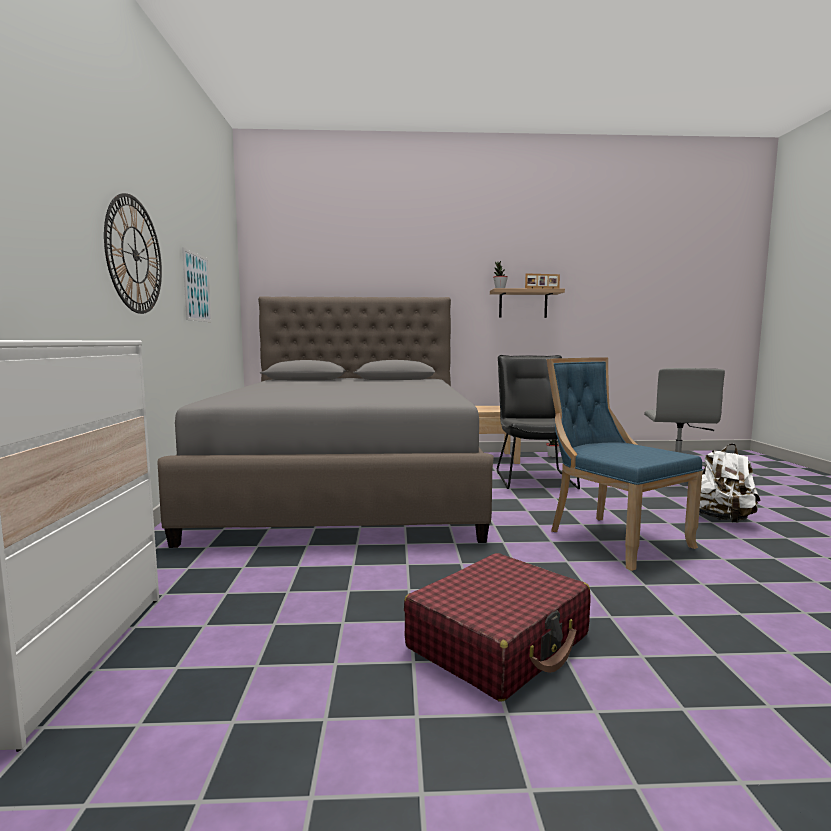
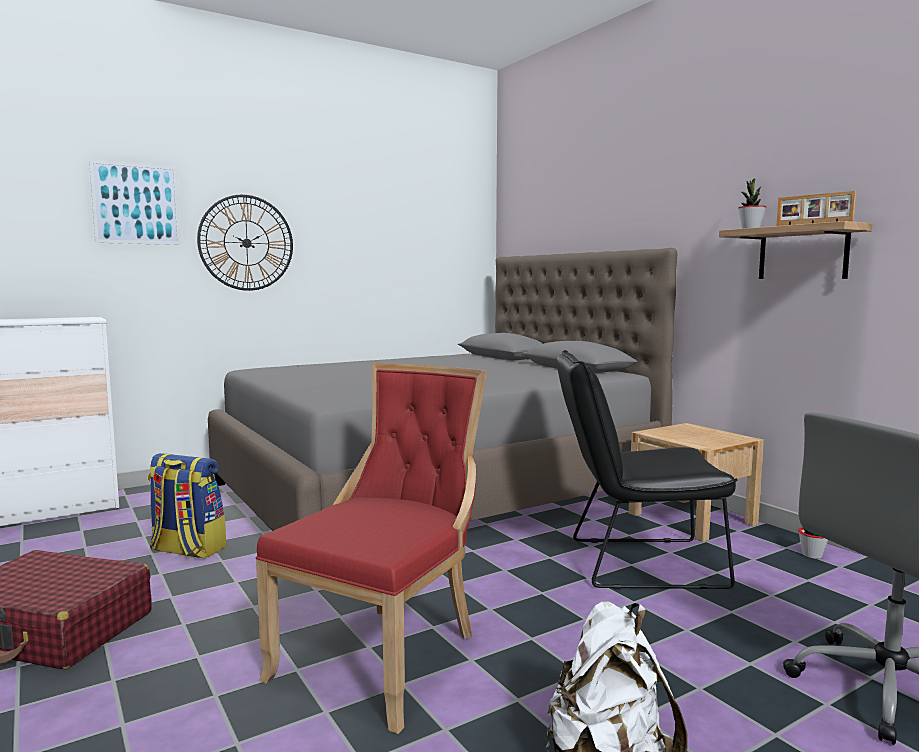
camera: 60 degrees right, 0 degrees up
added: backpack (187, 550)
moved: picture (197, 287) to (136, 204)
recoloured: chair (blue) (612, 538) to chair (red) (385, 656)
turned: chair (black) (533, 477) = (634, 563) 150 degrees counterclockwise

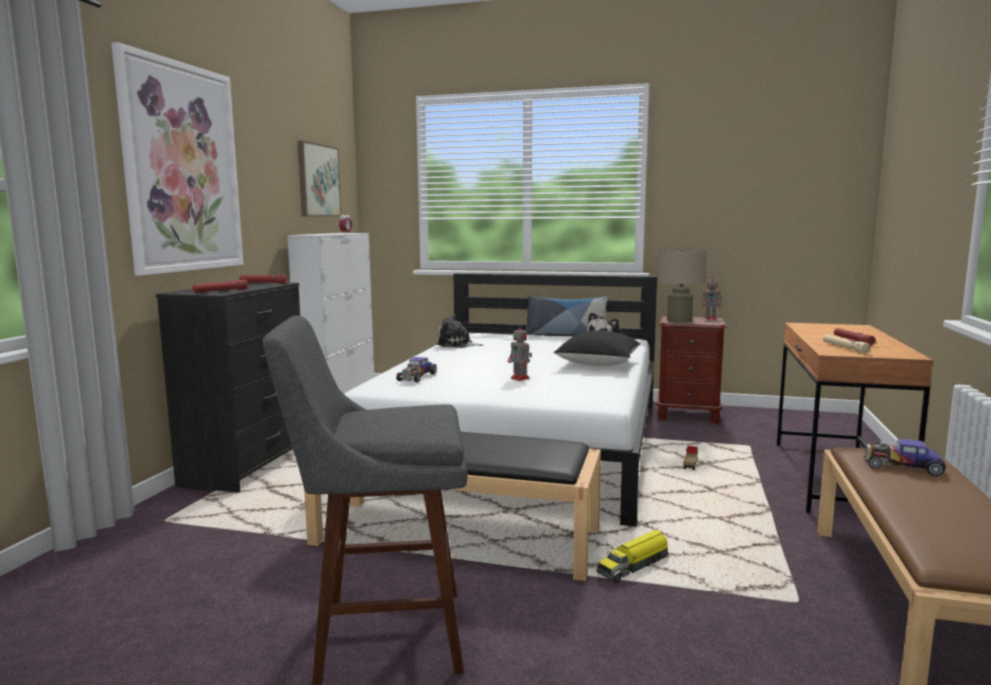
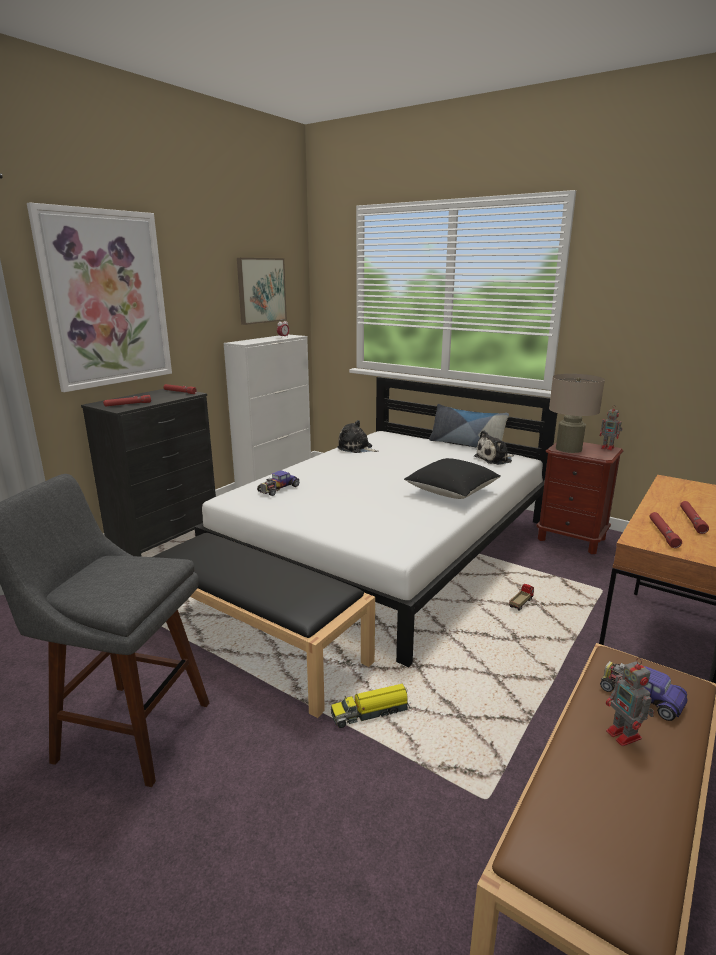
camera: 20 degrees right, 10 degrees up
moved: toy robot (520, 378) to (625, 736)
recoloured: flashlight (beige) (844, 348) to flashlight (red) (663, 533)

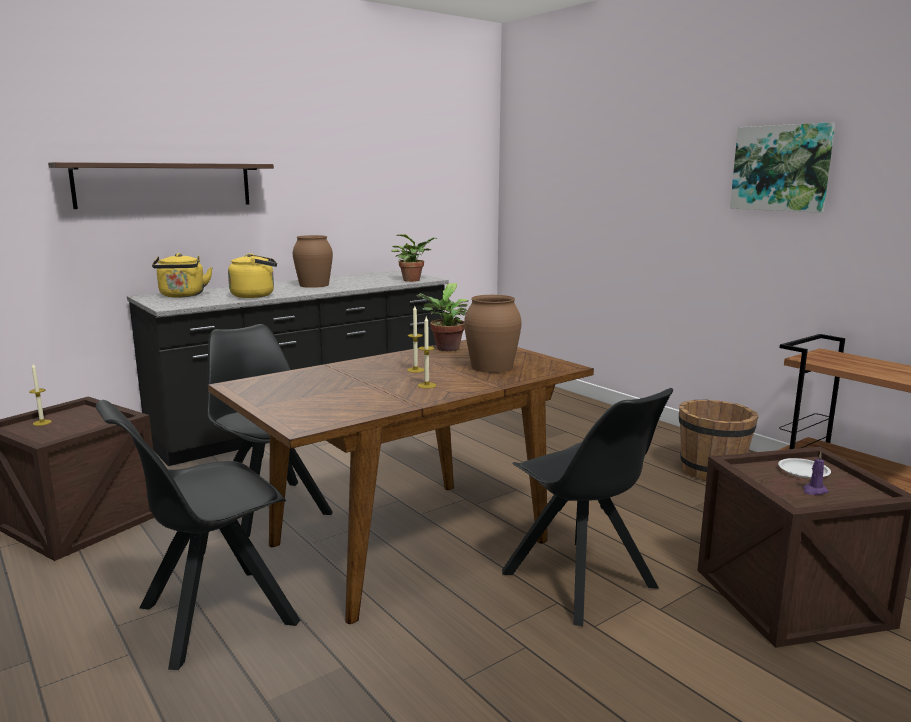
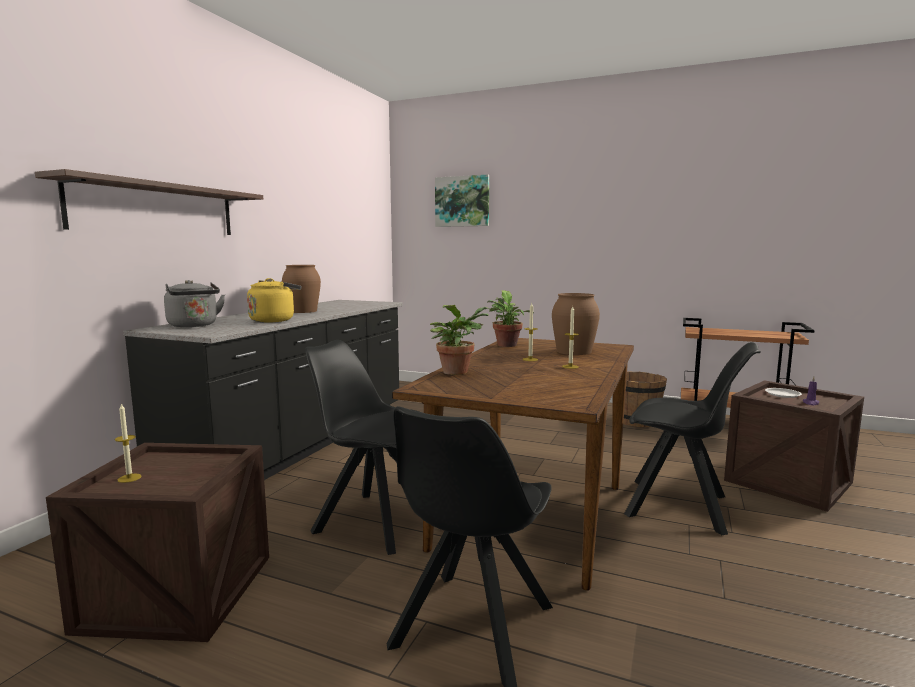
camera: 30 degrees left, 5 degrees down
moved: potted plant (413, 280) to (457, 371); picture (781, 168) to (462, 201)
recoloured: kettle (yellow) (182, 296) to kettle (grey) (194, 325)

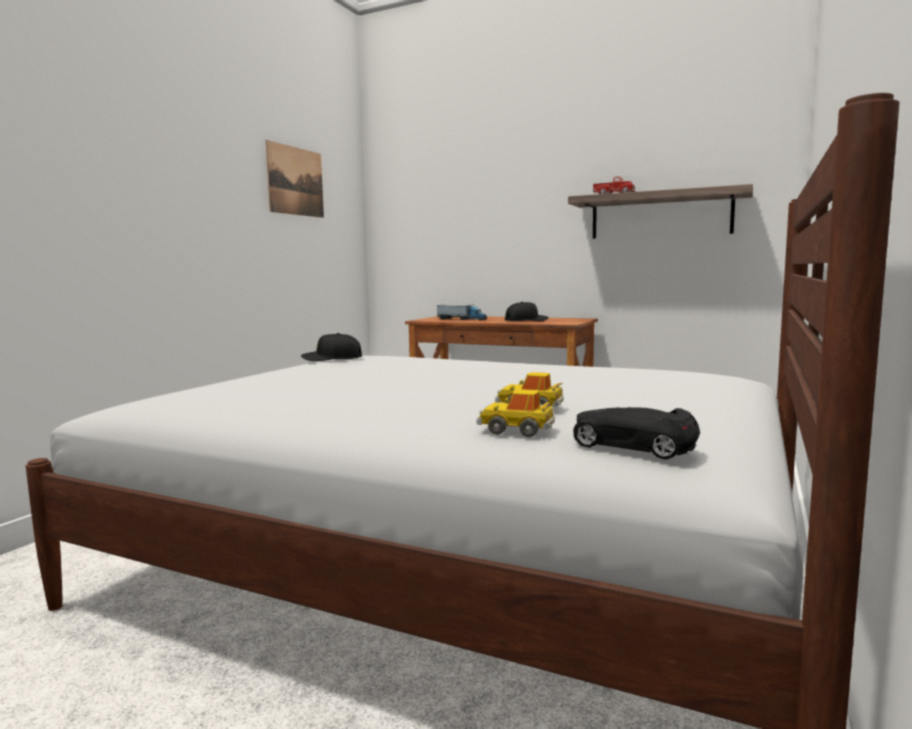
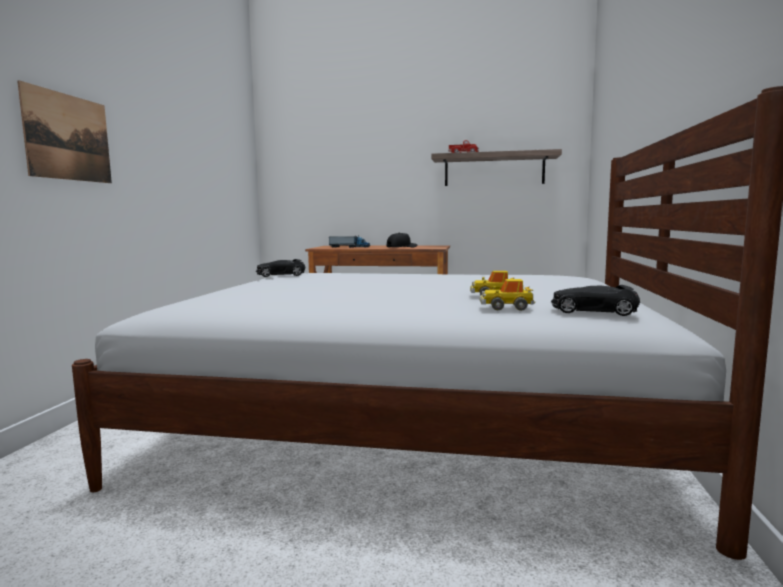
camera: 15 degrees left, 0 degrees up
moved: picture (295, 181) to (68, 137)
replaced: cap (black) (332, 358) to toy car (black) (281, 275)

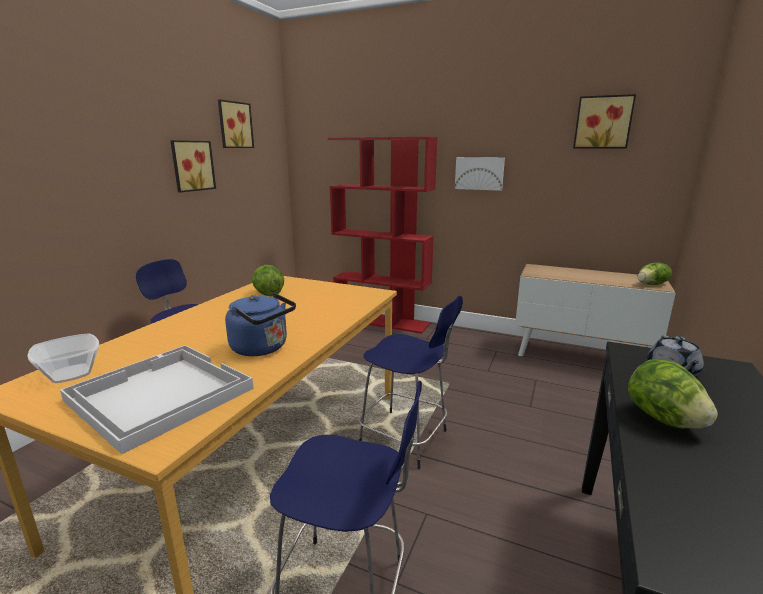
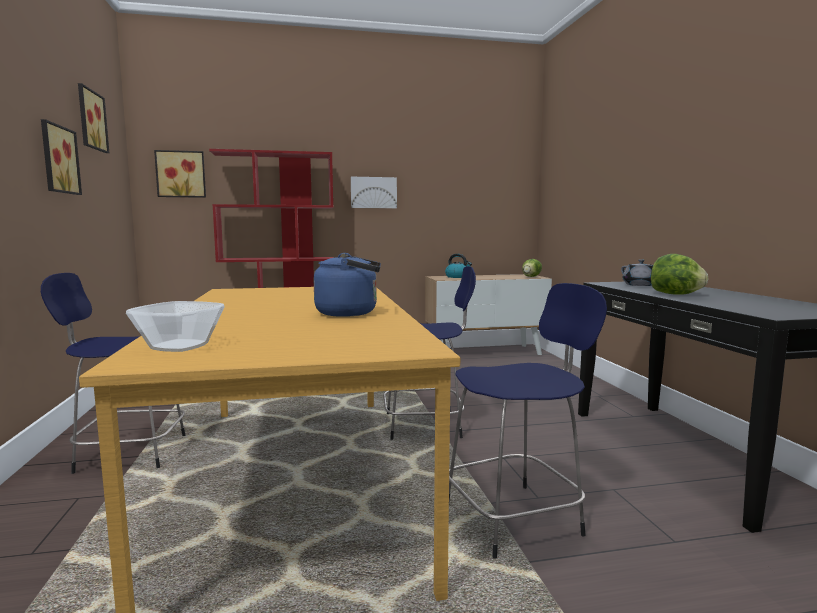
camera: 35 degrees left, 10 degrees down
removed: tray (white) (158, 395); lettuce (268, 294)
added: kettle (458, 277)
moved: picture (603, 122) to (181, 174)

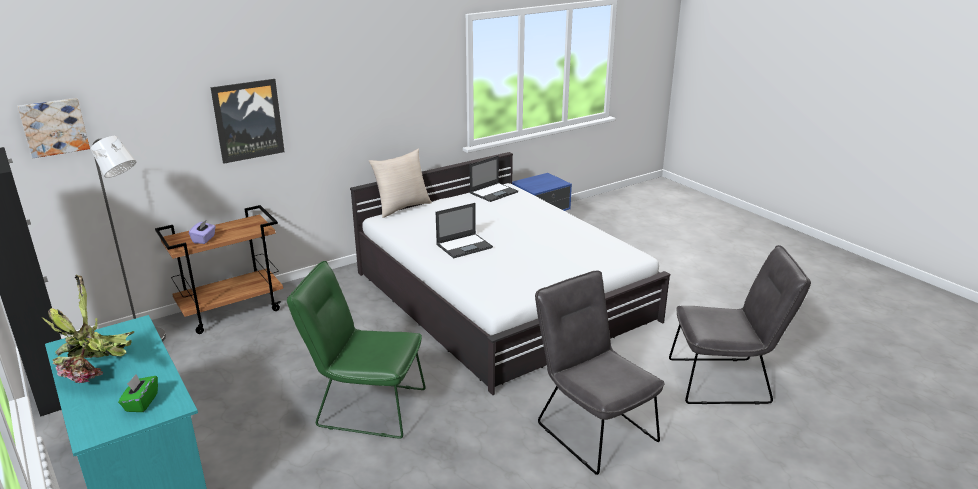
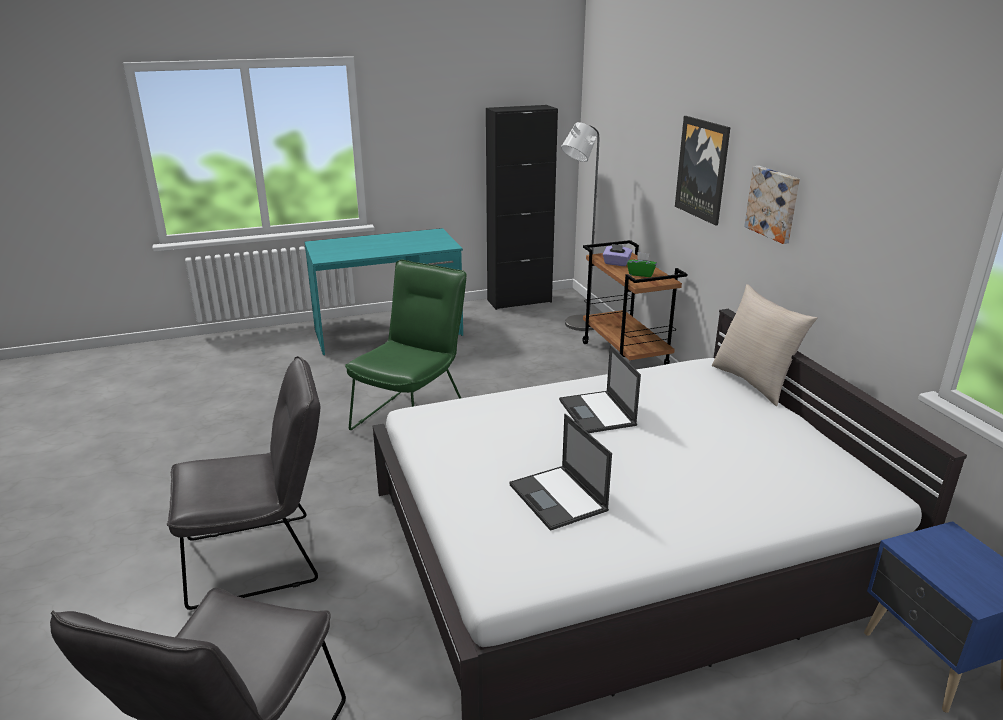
camera: 105 degrees right, 0 degrees up
removed: potted plant (100, 373)
moved: laptop (494, 192) to (559, 498); tissue box (green) (141, 403) to (641, 274); picture (54, 127) to (773, 203)

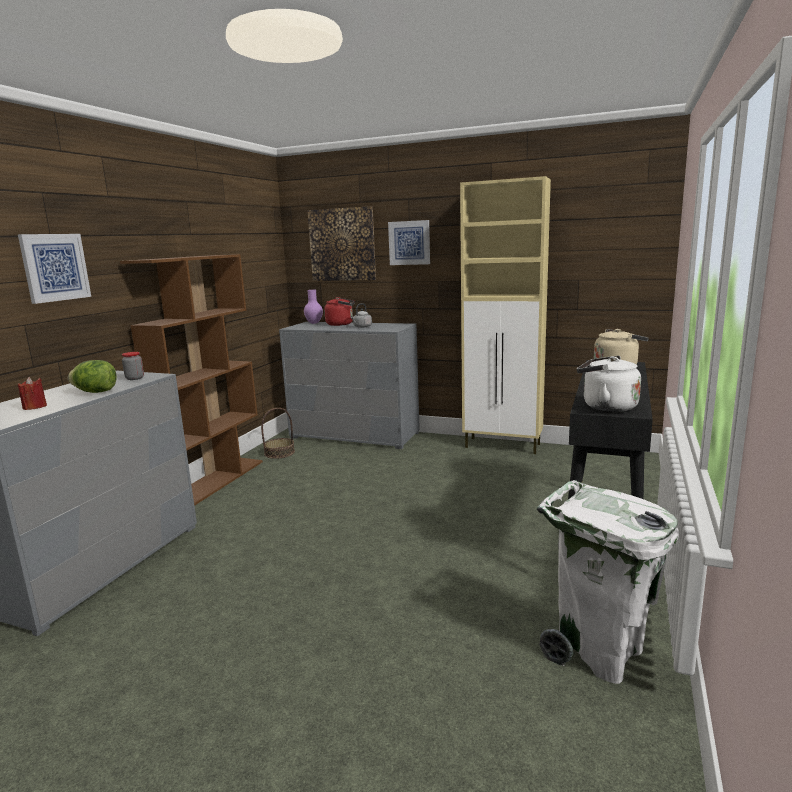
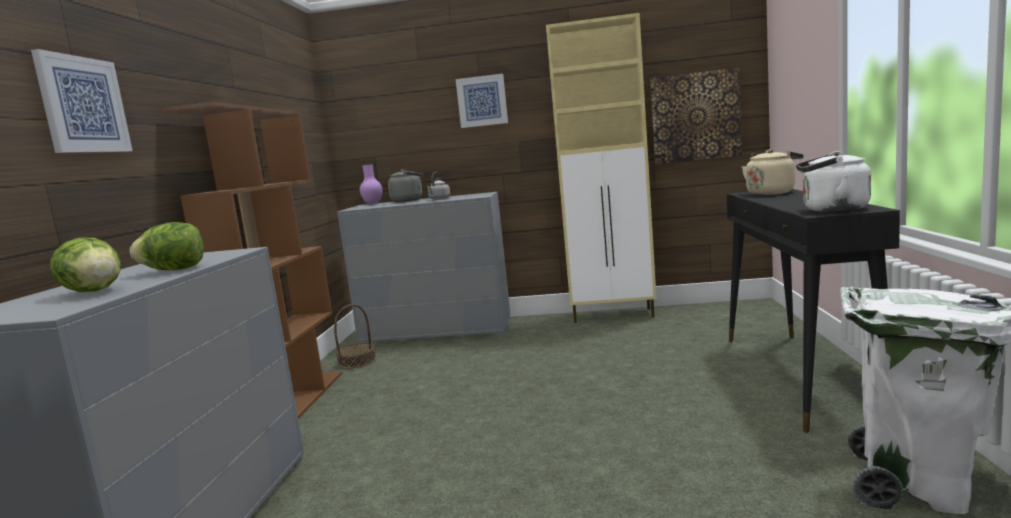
camera: 15 degrees left, 5 degrees down
removed: jar (134, 378)
moved: picture (342, 244) to (695, 117)
replaced: candle (red) (35, 407) to lettuce (94, 291)
recoloured: kettle (red) (341, 324) to kettle (grey) (409, 201)

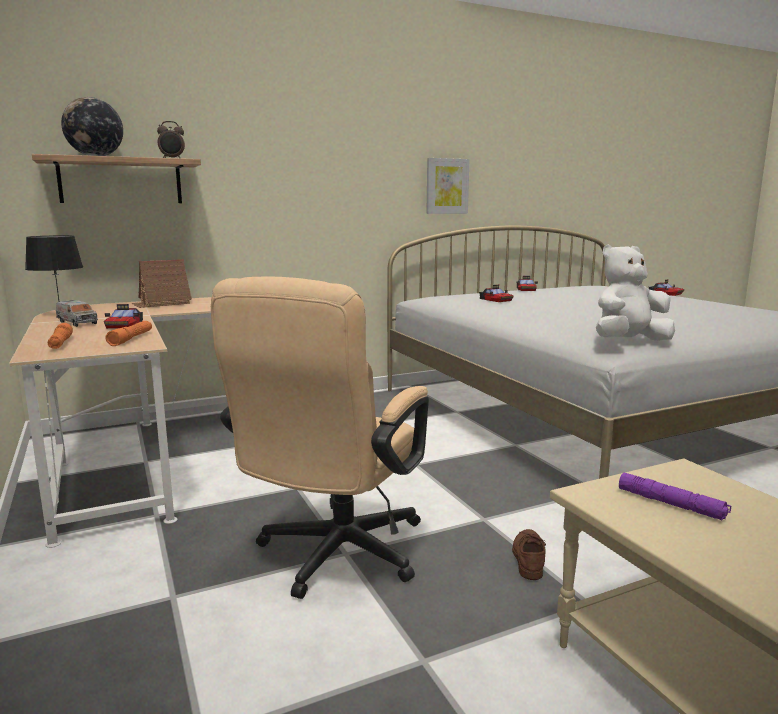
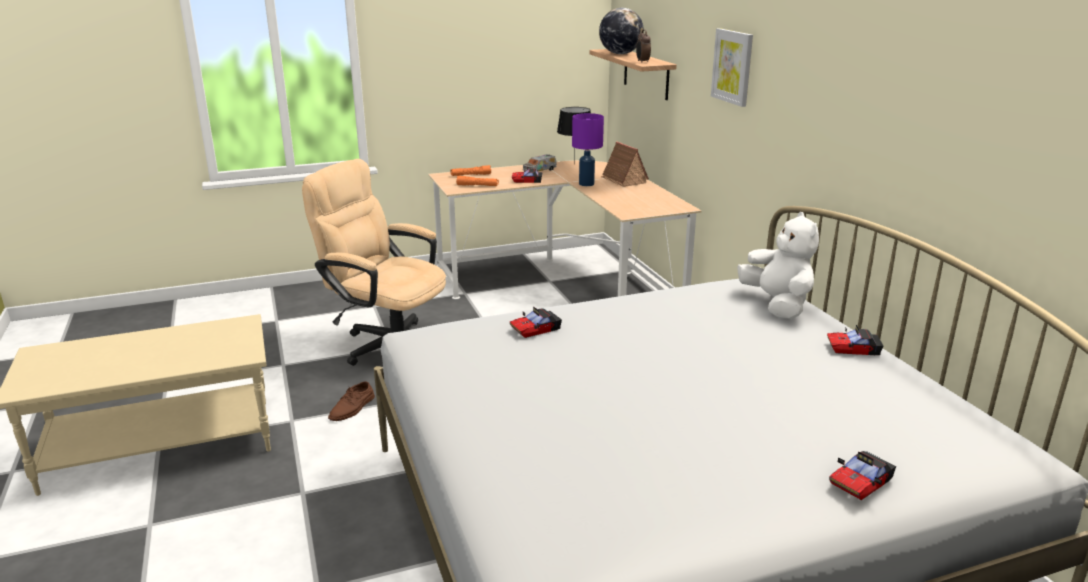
camera: 95 degrees right, 10 degrees up
removed: flashlight (purple) (671, 504)
added: table lamp (purple) (587, 184)
moved: toy car (495, 300) to (535, 329); picture (447, 186) to (733, 66); plush toy (white) (628, 342) to (777, 305)
turned: shoe (brown) (528, 557) = (352, 408) 105 degrees clockwise

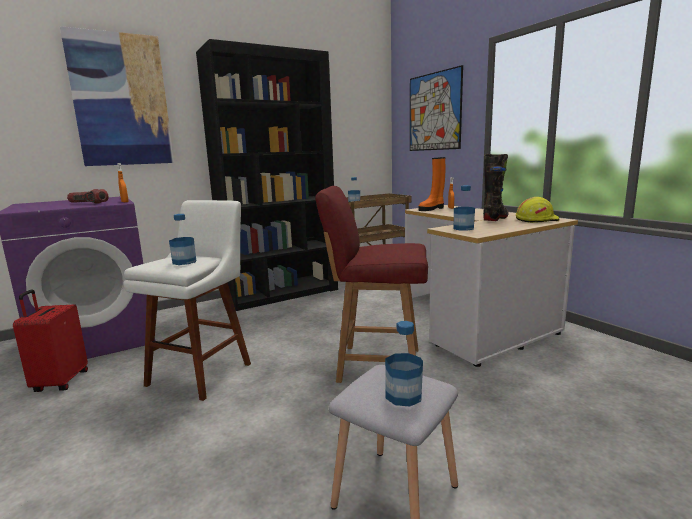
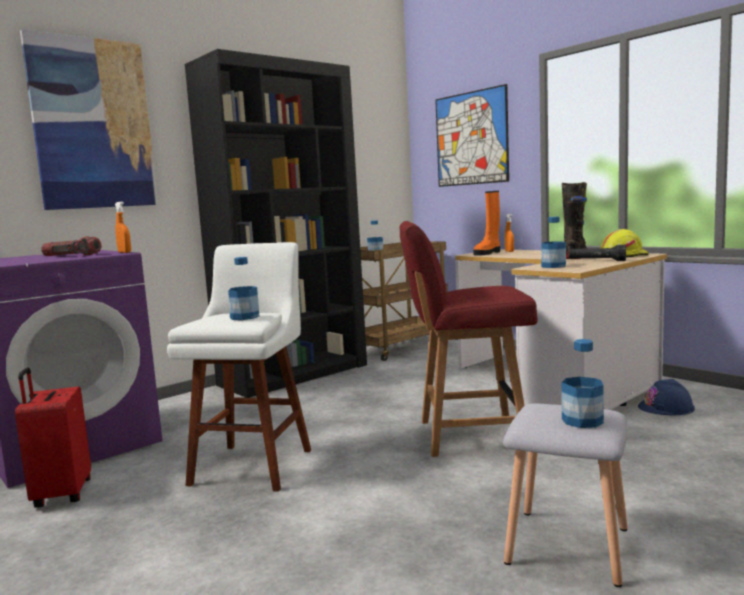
camera: 10 degrees left, 5 degrees down
added: flashlight (black) (597, 261); hard hat (blue) (666, 408)

